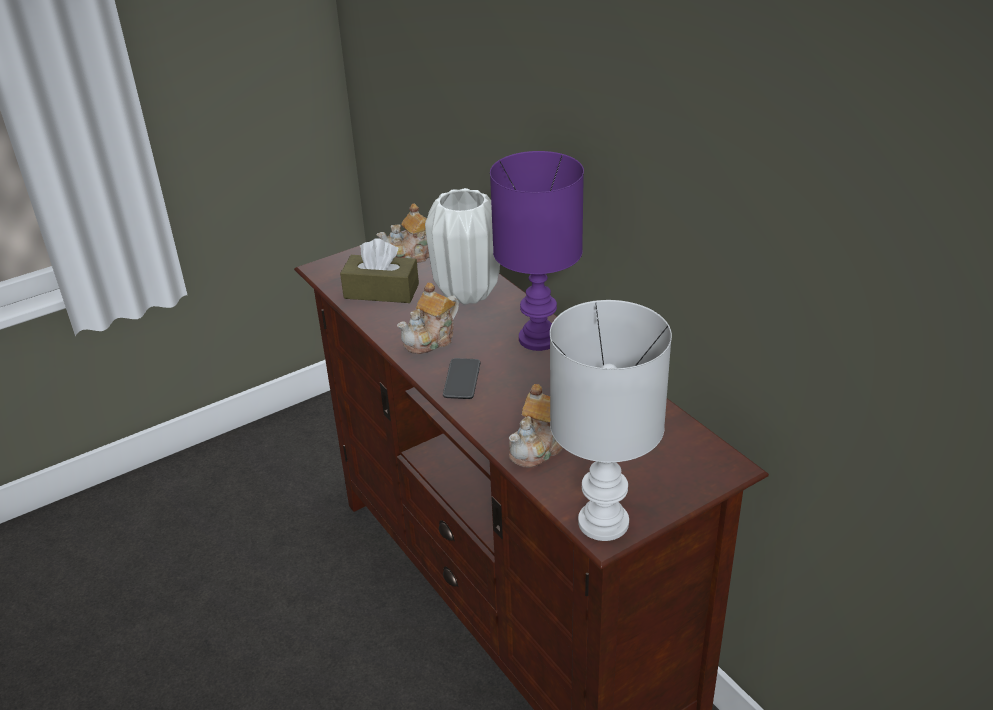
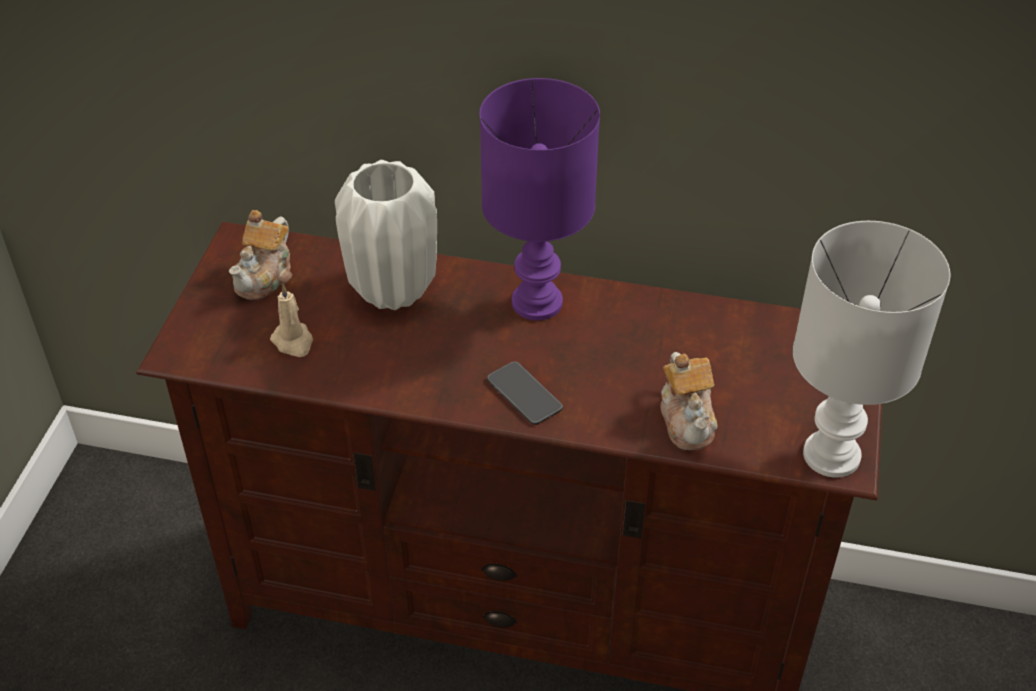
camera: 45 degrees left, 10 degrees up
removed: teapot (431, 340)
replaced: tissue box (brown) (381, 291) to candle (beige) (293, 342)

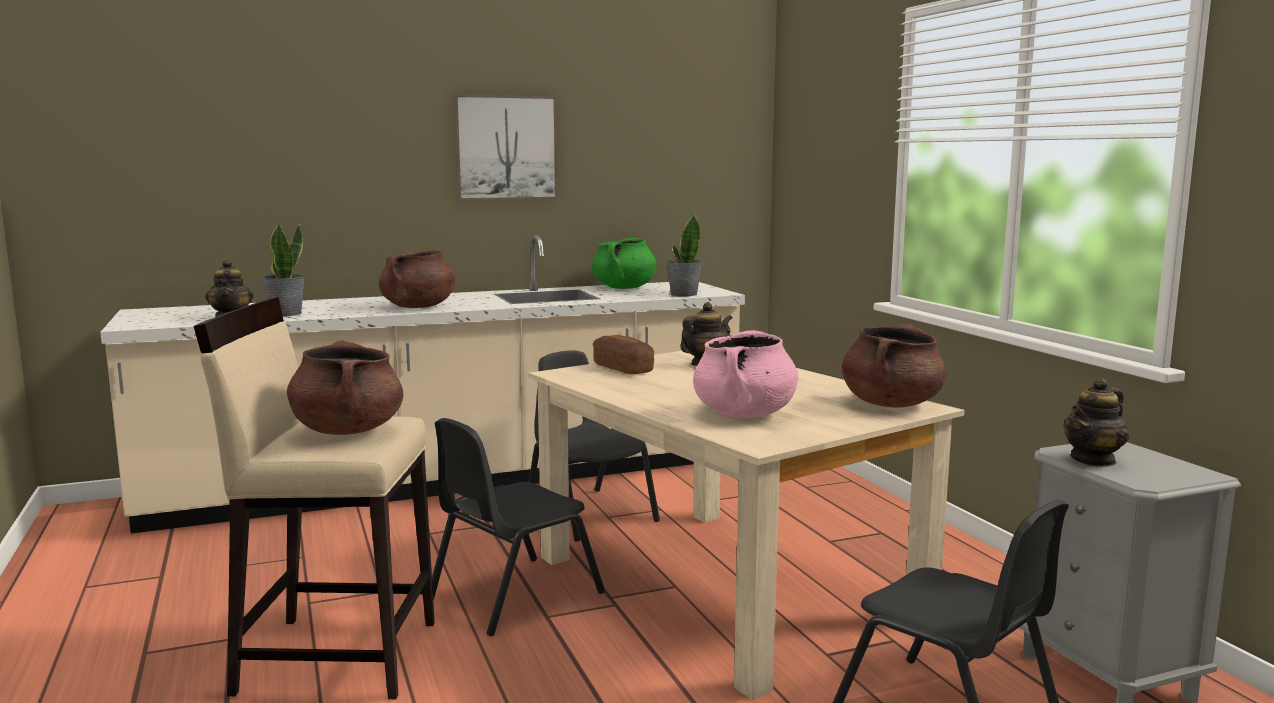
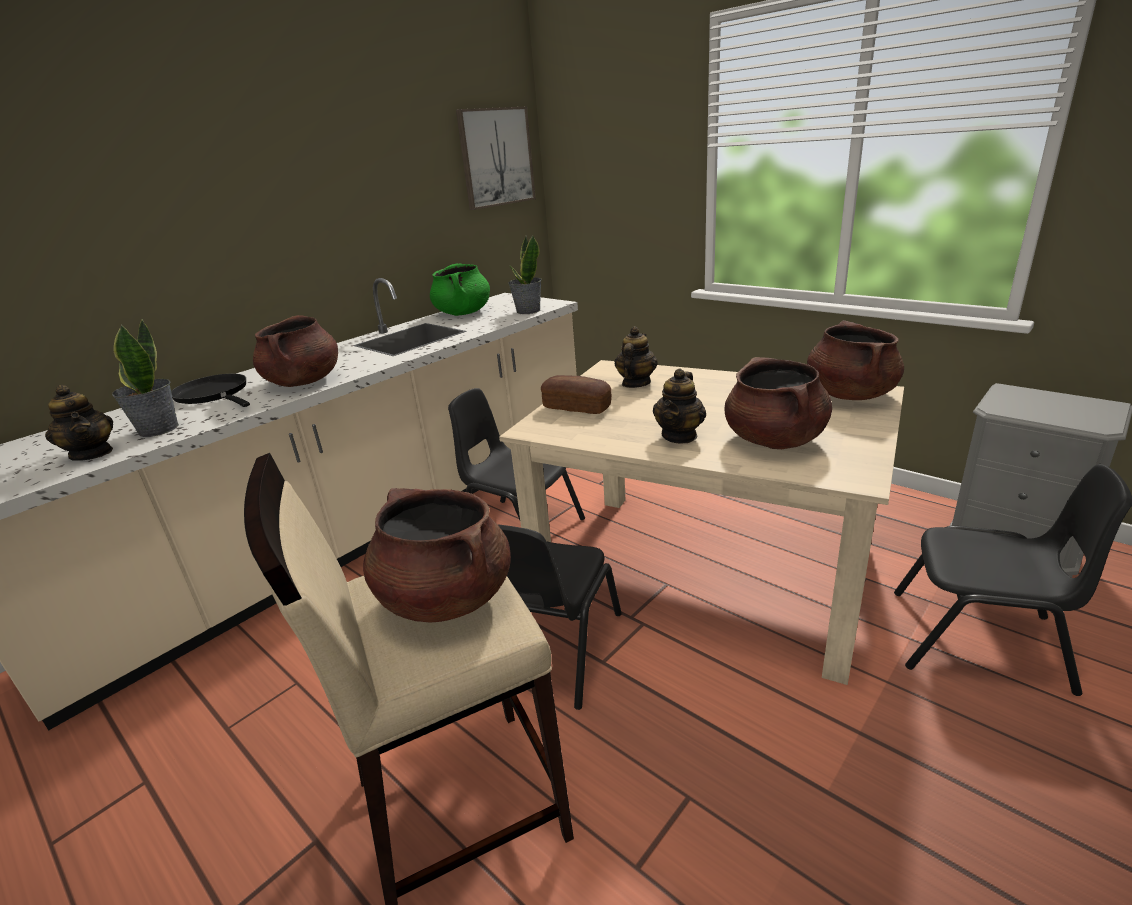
camera: 25 degrees left, 15 degrees up
added: frying pan (black) (214, 394)
moved: picture (506, 148) to (496, 157); teapot (1093, 460) to (679, 436)
recoloured: cooking pot (pink) (744, 414) to cooking pot (brown) (775, 440)

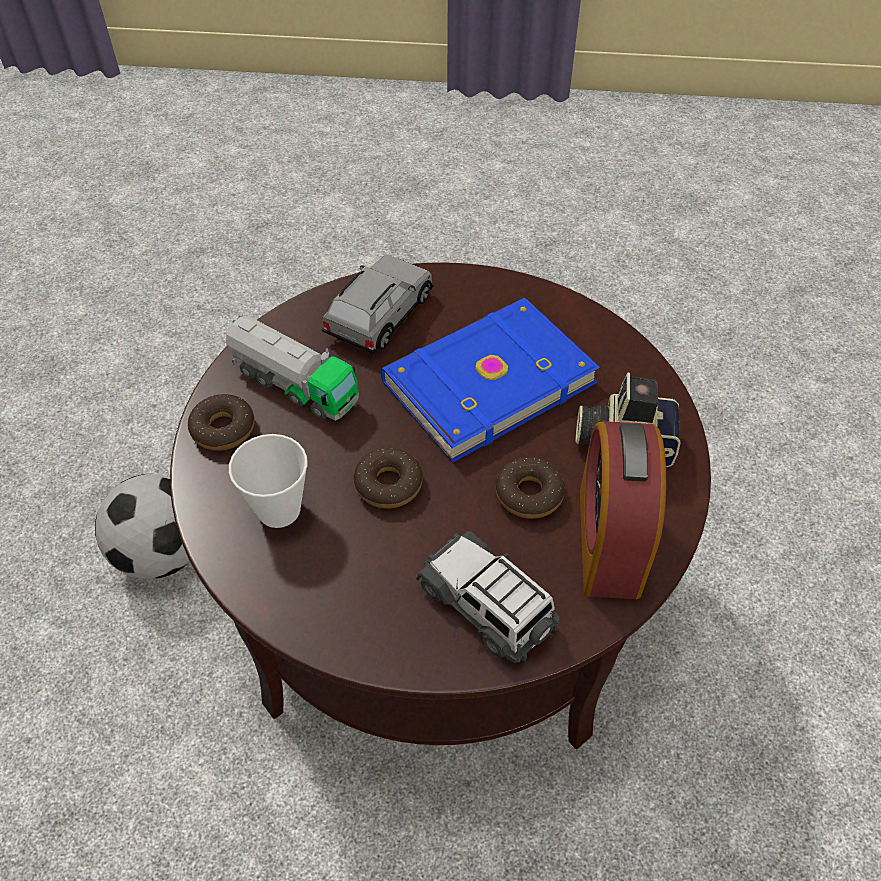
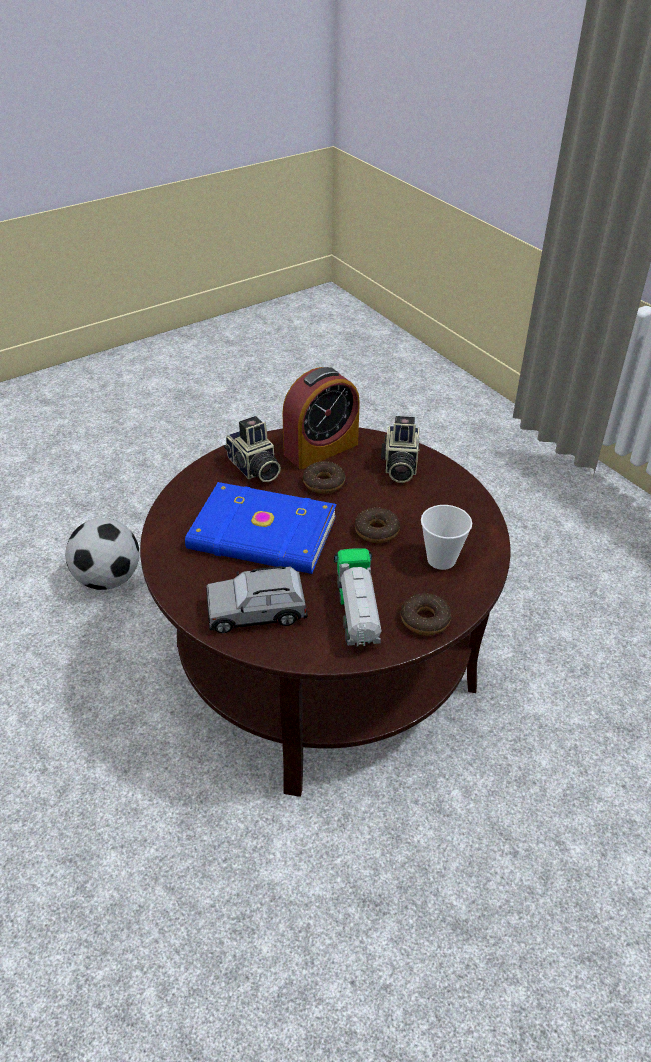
camera: 130 degrees left, 10 degrees down
moved: football (163, 553) to (108, 578)
replaced: toy car (487, 606) to photo camera (399, 466)

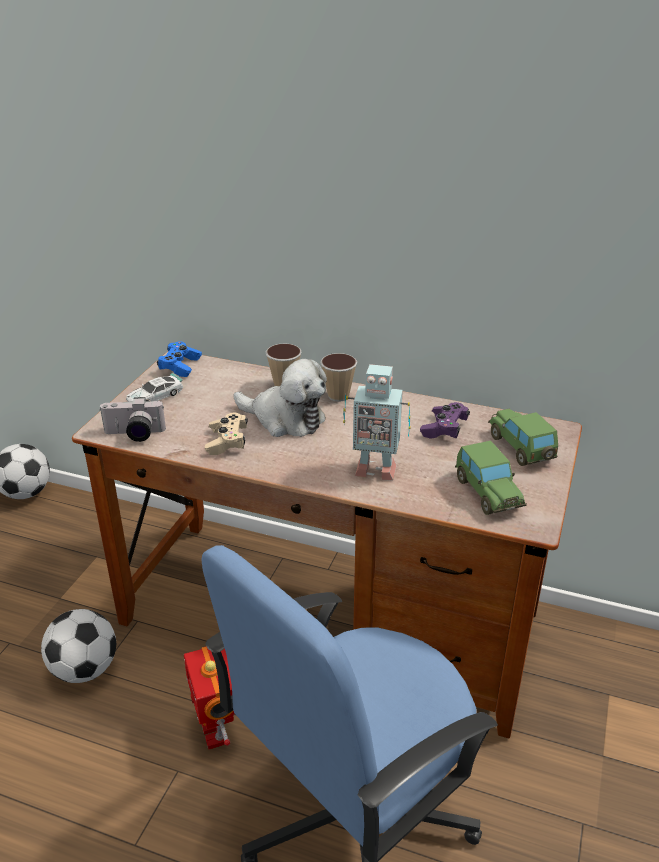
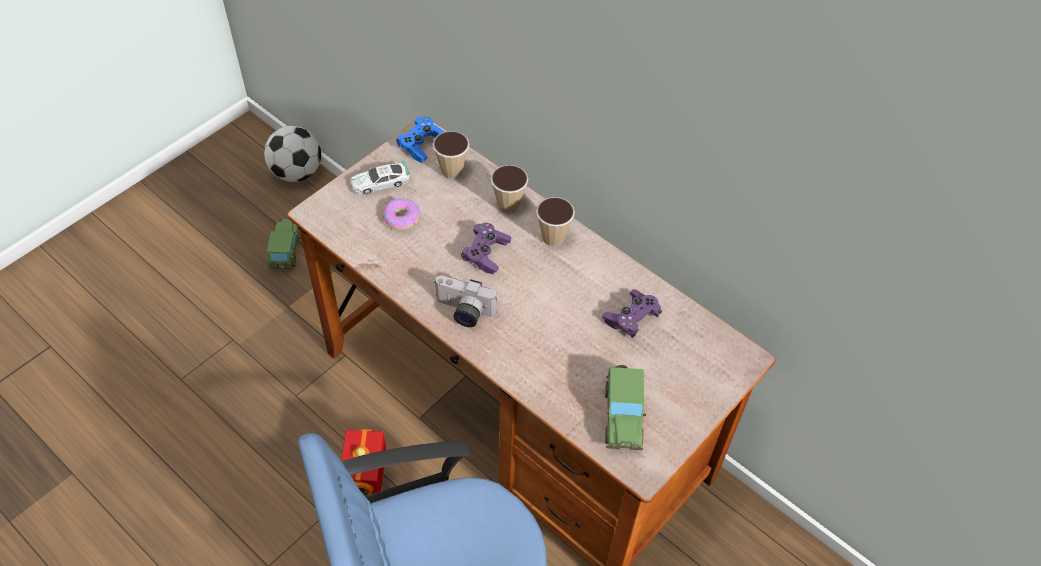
camera: 20 degrees right, 20 degrees up
removed: football (84, 670); game controller (beige) (227, 442); toy robot (374, 469)
added: donut (401, 218); cup (452, 171)
moved: toy car (521, 448) to (285, 251); photo camera (134, 435) to (463, 312)
replaced: plush toy (285, 419) to game controller (purple) (486, 254)

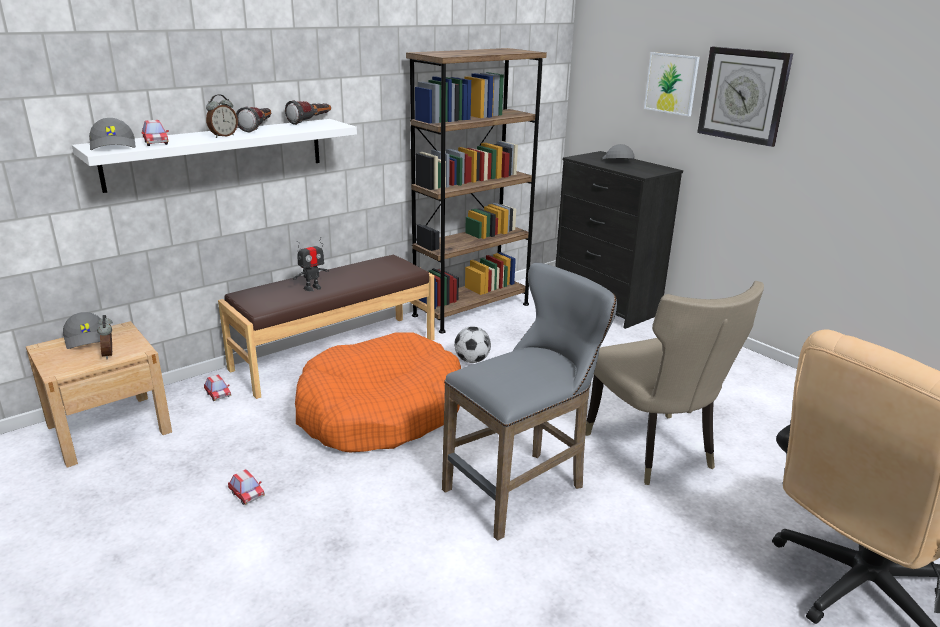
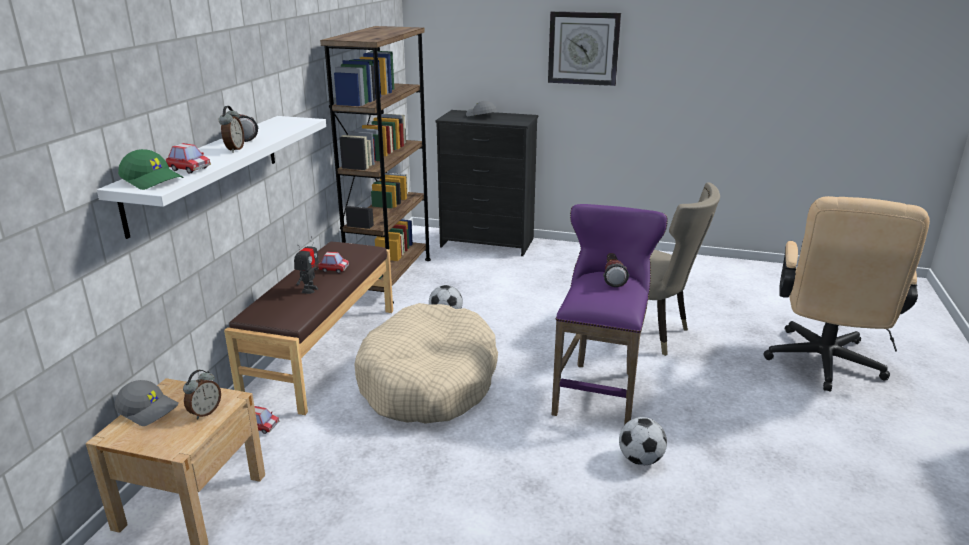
camera: 35 degrees left, 0 degrees up
removed: picture (671, 83)
added: football (640, 459)
moved: toy car (246, 494) to (334, 269); flashlight (311, 122) to (612, 277)
recoloured: cap (grey) (114, 145) to cap (green) (153, 180); dog bed (orange) (380, 411) to dog bed (beige) (428, 381); stool (grey) (522, 488) to stool (purple) (599, 390)
turned: alarm clock (110, 354) = (205, 412) 90 degrees counterclockwise

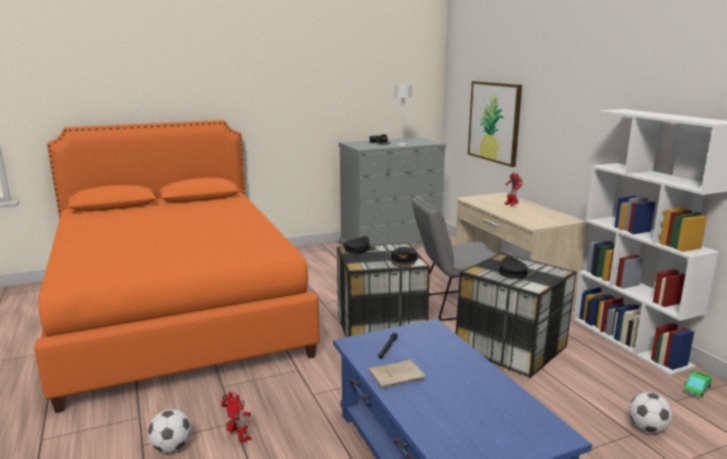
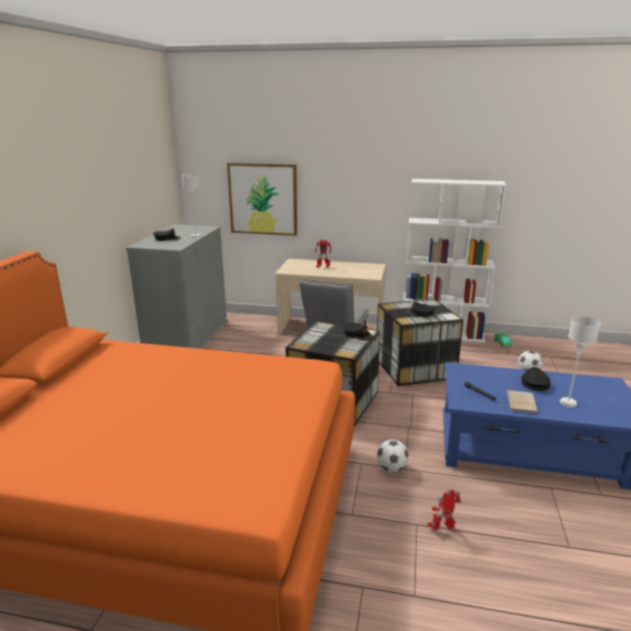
camera: 55 degrees left, 5 degrees up
added: table lamp (grey) (568, 403)
moved: football (171, 447) to (391, 468); cap (black) (359, 249) to (534, 383)

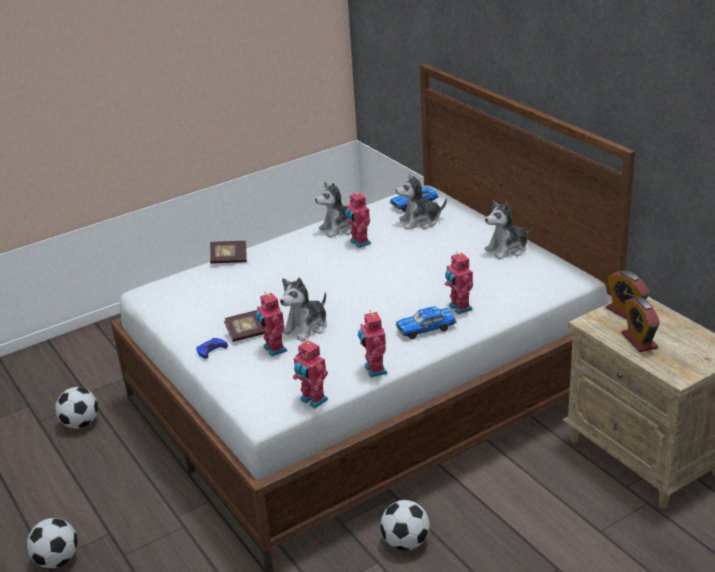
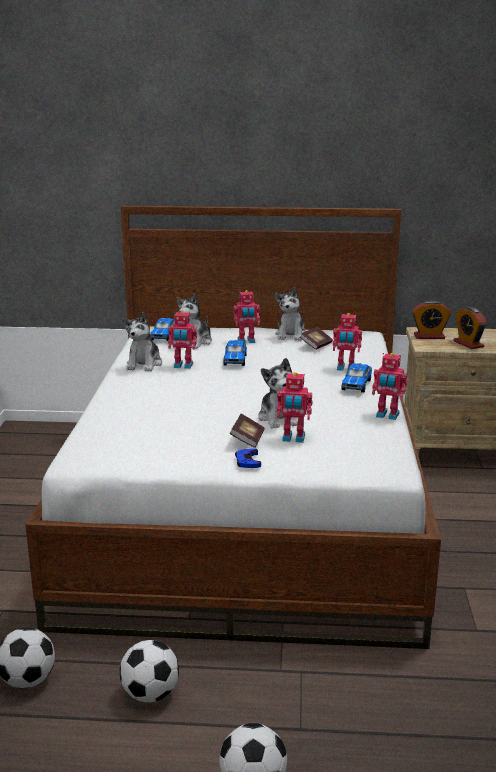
camera: 55 degrees left, 10 degrees down
added: toy car (235, 359)
moved: football (405, 542) to (150, 694); toy robot (312, 401) to (246, 341); book (229, 259) to (316, 345)
turned: alarm clock (639, 340) = (468, 344) 45 degrees clockwise

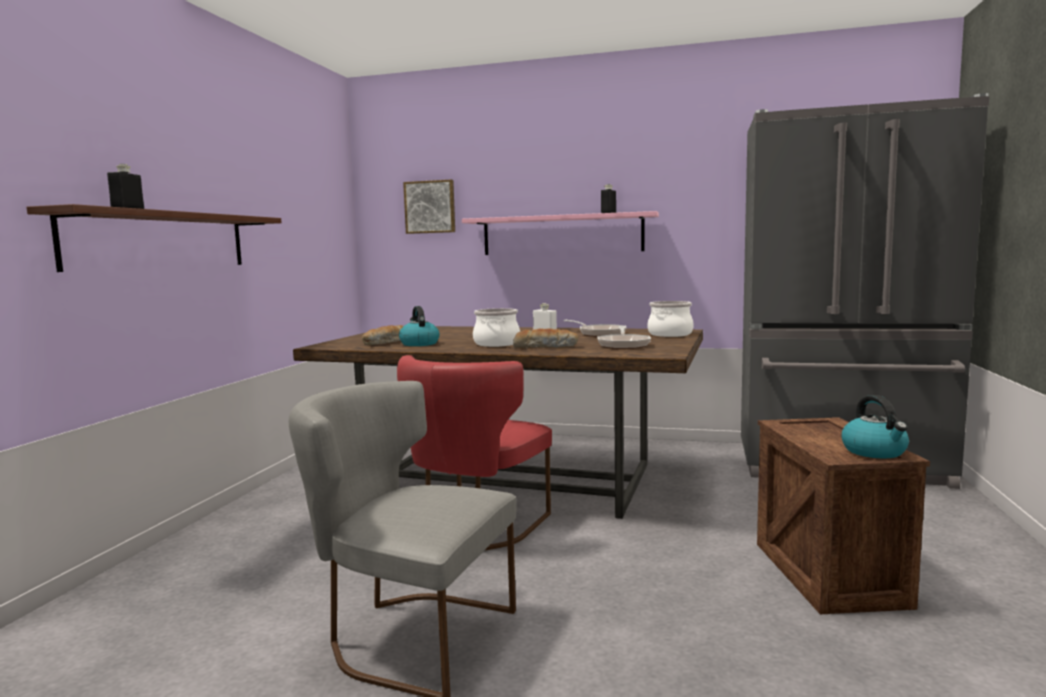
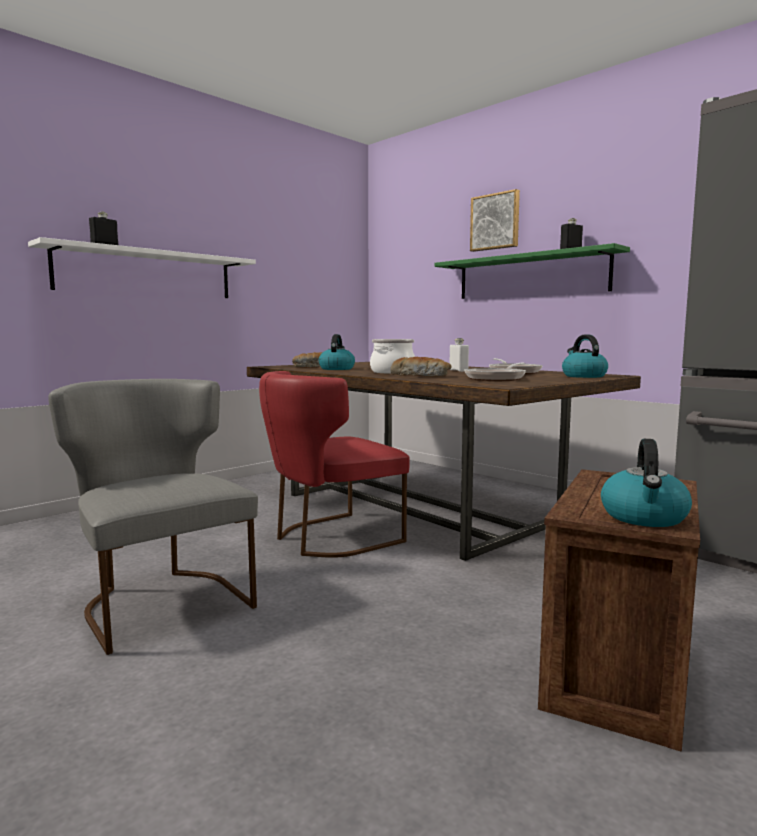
camera: 30 degrees right, 0 degrees up
moved: picture (430, 207) to (495, 222)
replaced: cooking pot (670, 334) to kettle (583, 376)
recoloured: shelf (brown) (161, 241) to shelf (white) (147, 274); shelf (pink) (562, 234) to shelf (green) (530, 276)

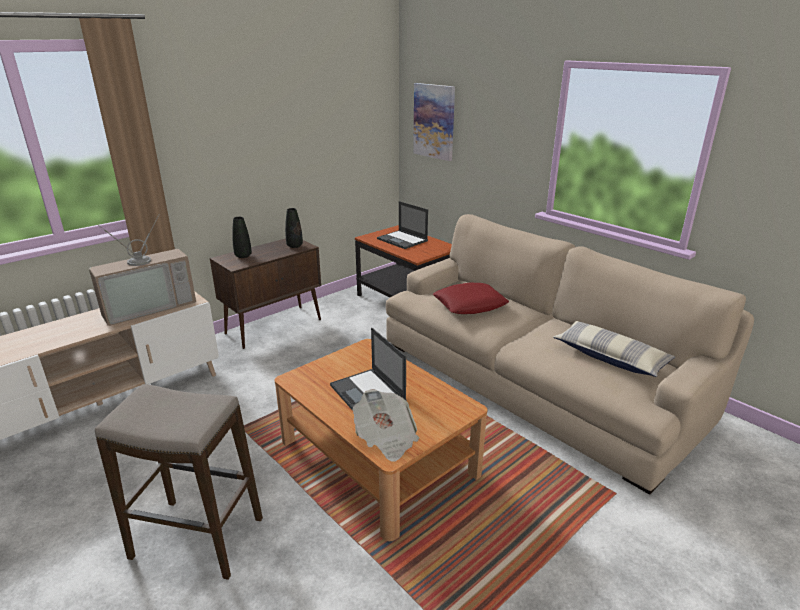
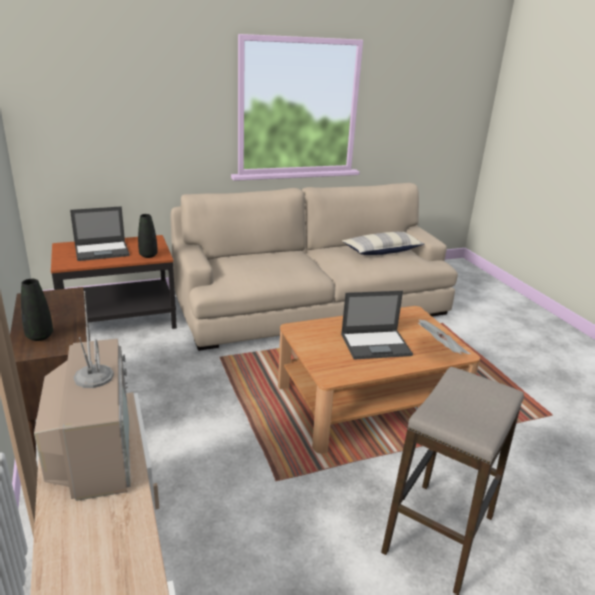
camera: 70 degrees left, 0 degrees up
removed: picture (434, 121); pillow (red) (470, 304)
moved: vase (black) (294, 246) to (148, 255)

